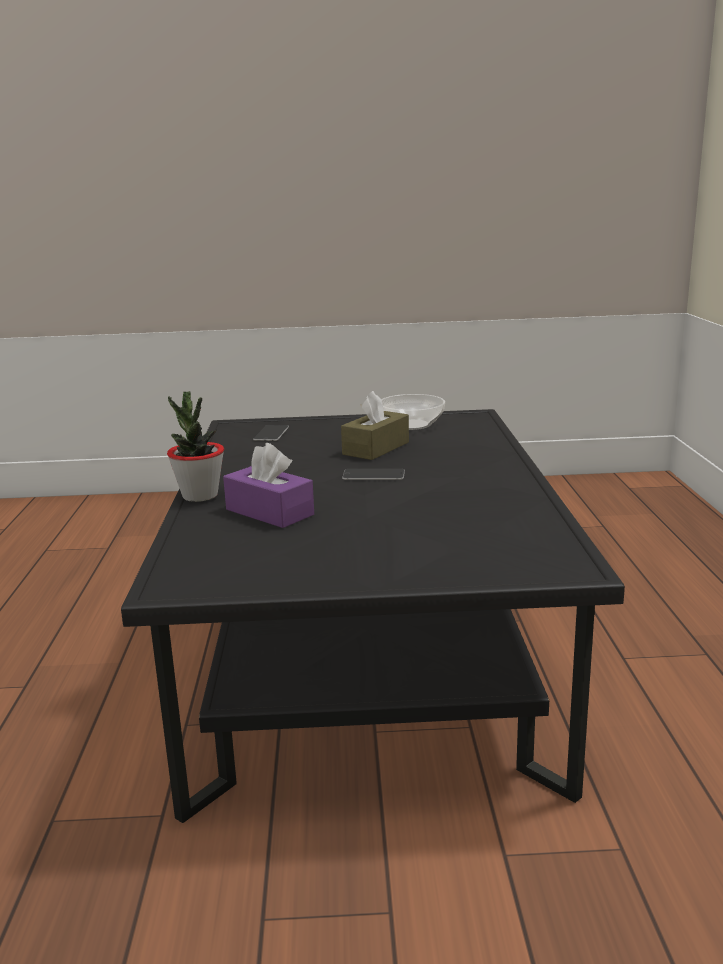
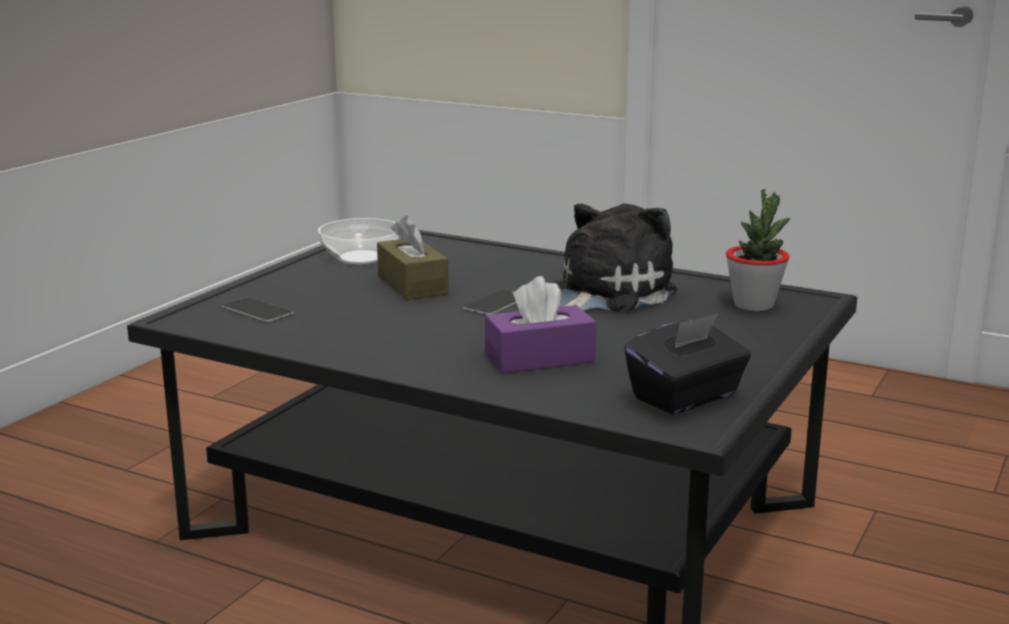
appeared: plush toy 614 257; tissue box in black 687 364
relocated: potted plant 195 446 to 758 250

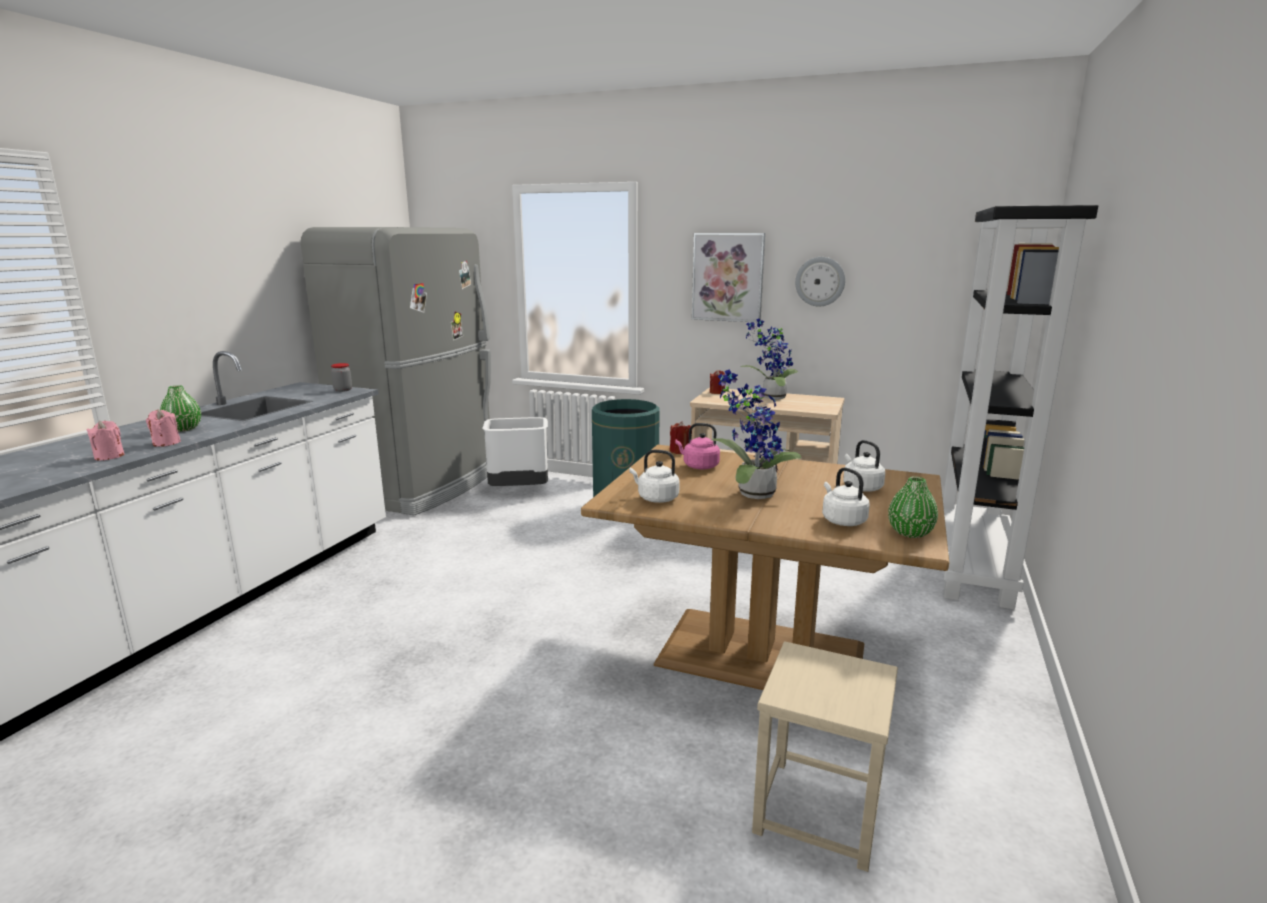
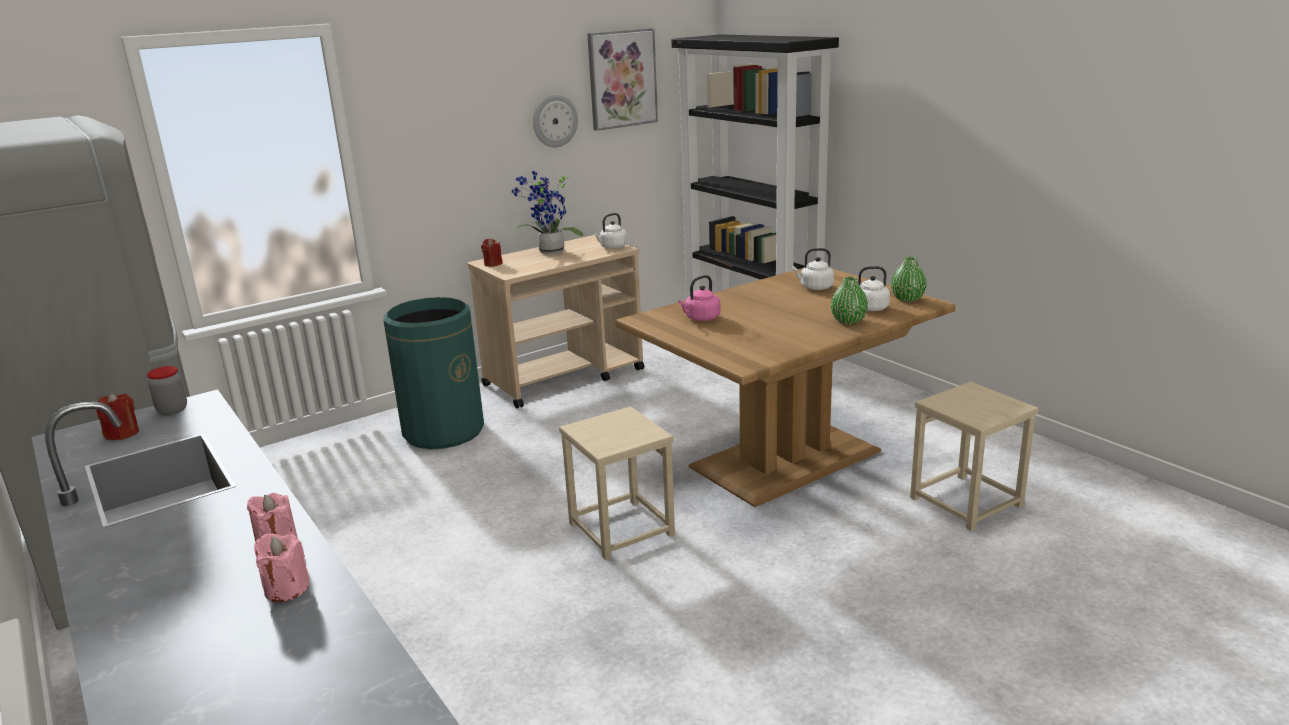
missing: potted plant 756 434; trash can in white 515 451
appeared: stool in beige 617 483
relocated: picture 728 277 to 622 79; vase in green 180 408 to 849 300; candle in red 680 437 to 117 416; kettle in white 654 476 to 610 231

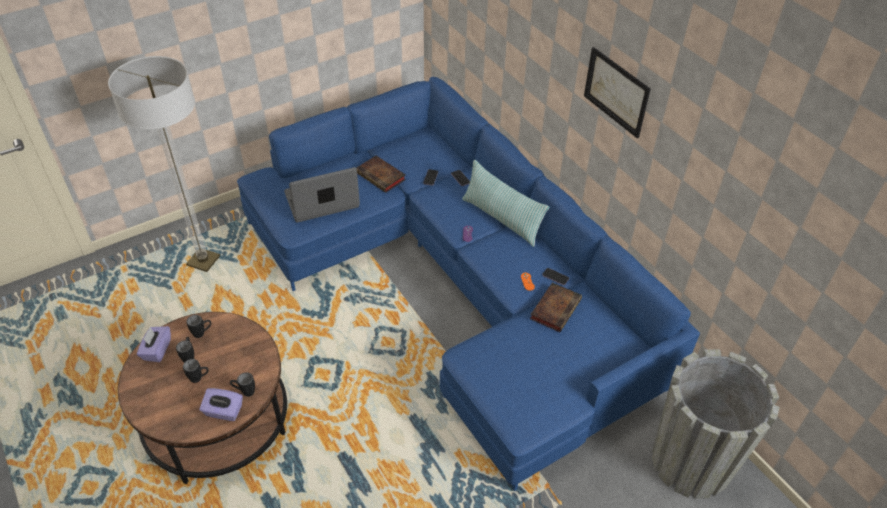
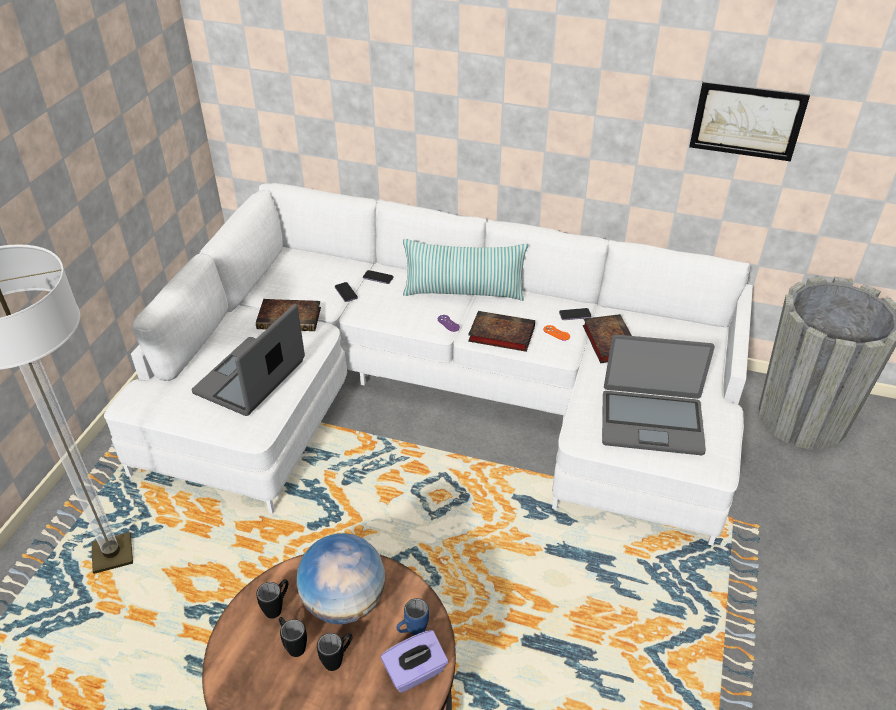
missing: tissue box in purple 154 344
appeared: book 501 331; laptop 658 395; globe 341 578
relocated: picture 617 92 to 749 121
colour: sofa in blue 468 284 to sofa in white 428 364; mug in black 242 384 to mug in blue 413 616

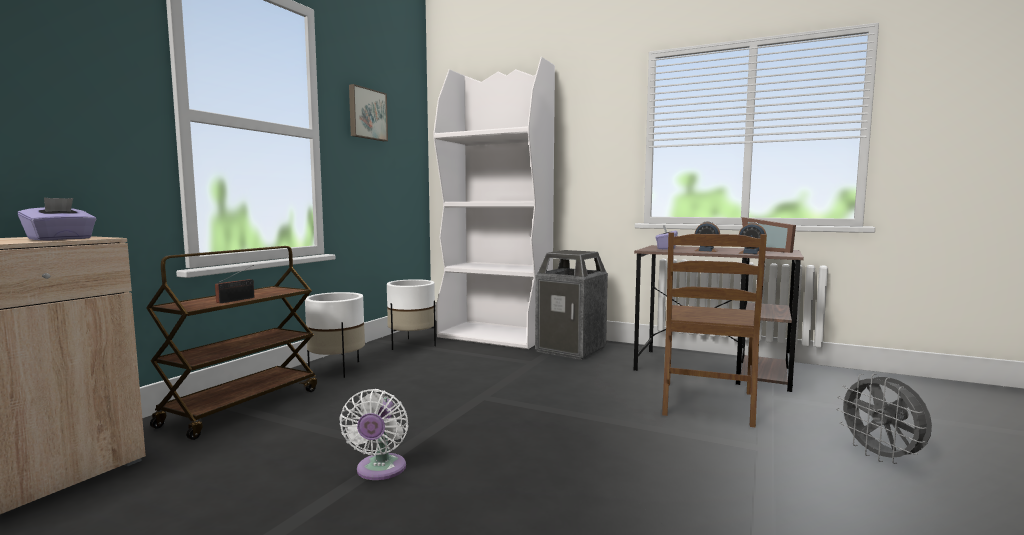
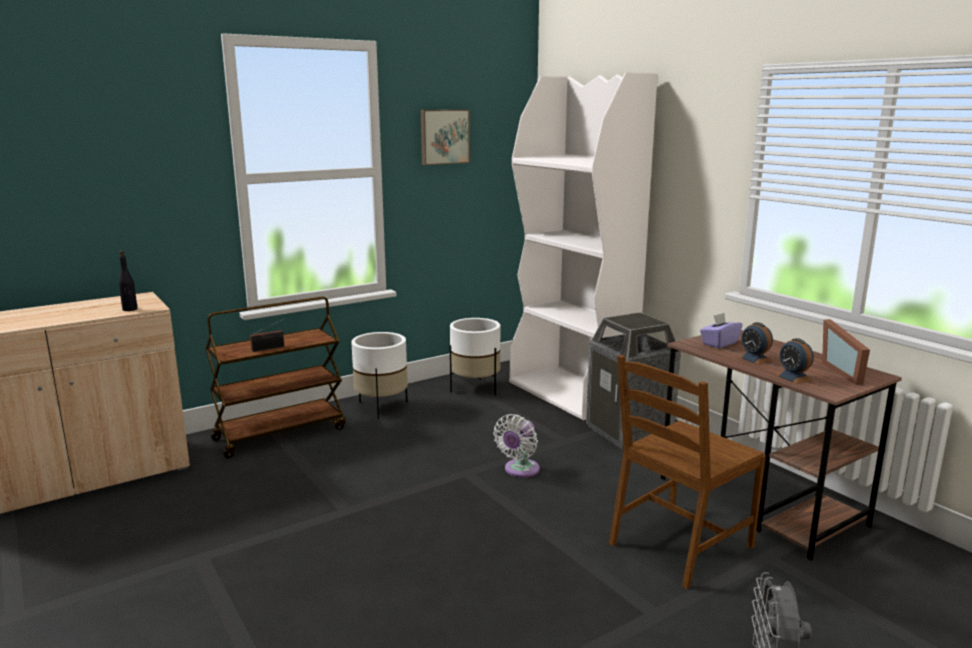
relocated: fan in white 374 434 to 516 445
exchanged: tissue box in purple 57 218 to bottle in black 128 281

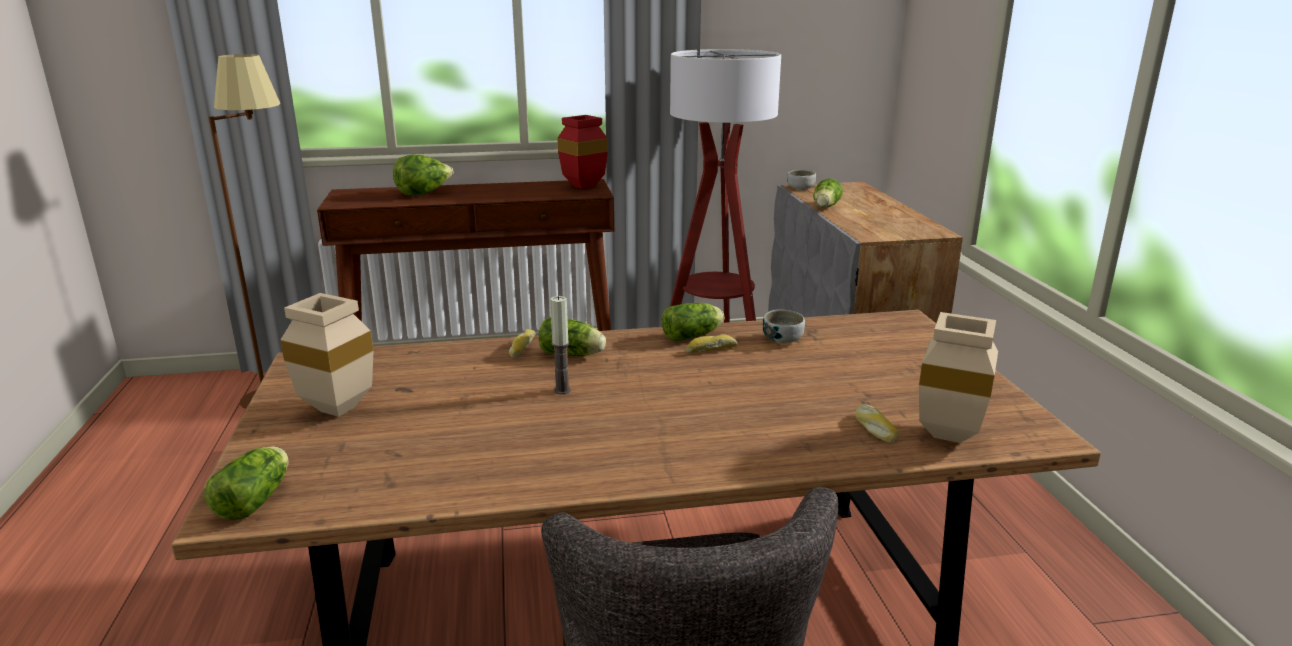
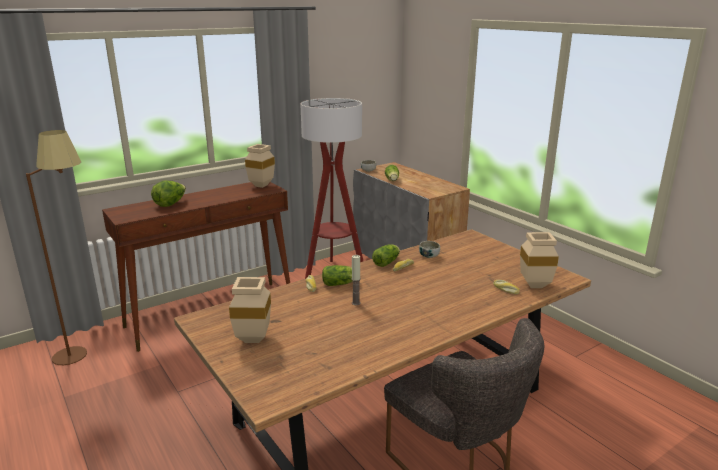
missing: lettuce 246 483
colour: vase in red 582 152 to vase in beige 260 166

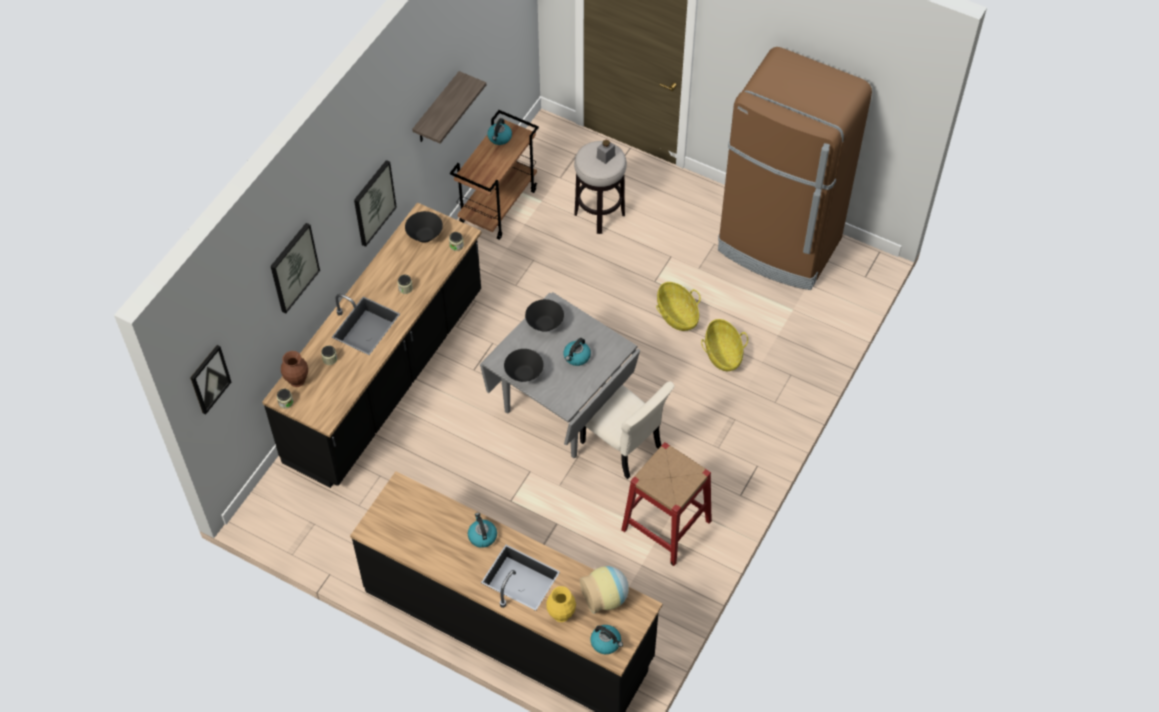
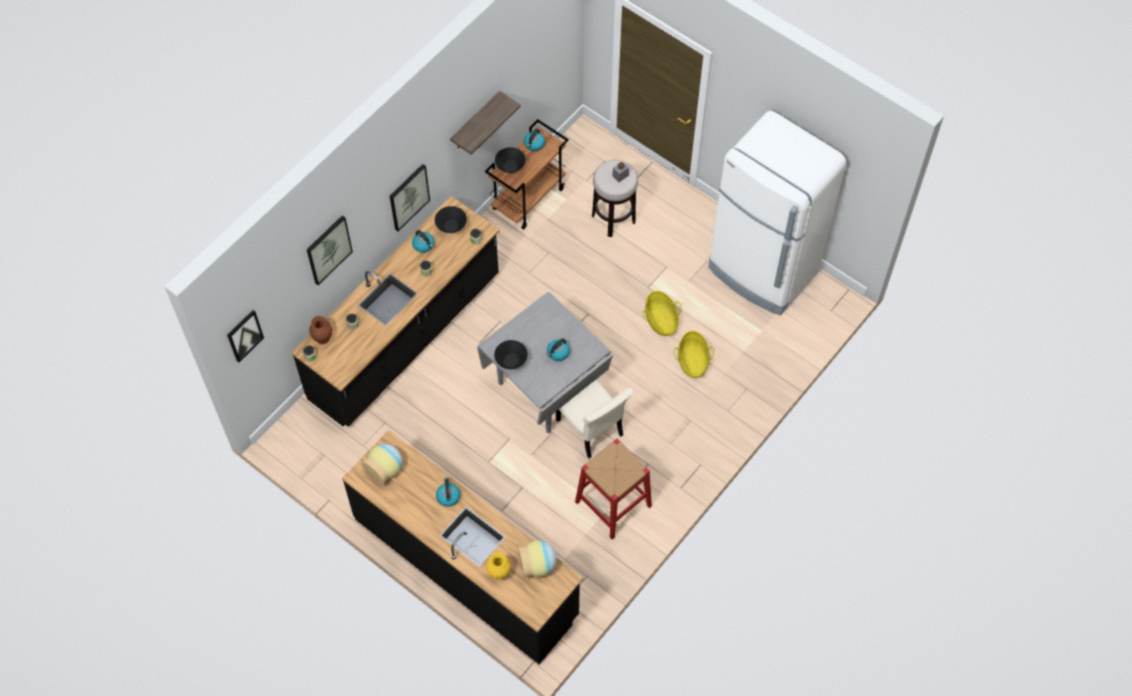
appeared: vase 382 464
relocated: bowl in black 544 315 to 510 160; kettle 606 639 to 423 241
colour: fridge in brown 795 168 to fridge in white 777 213

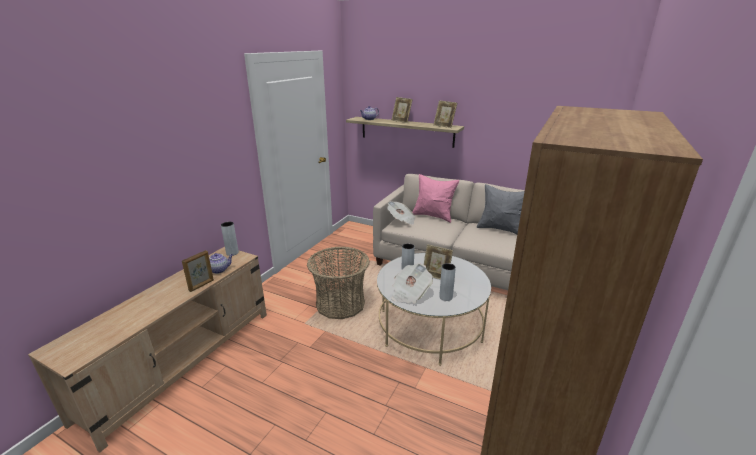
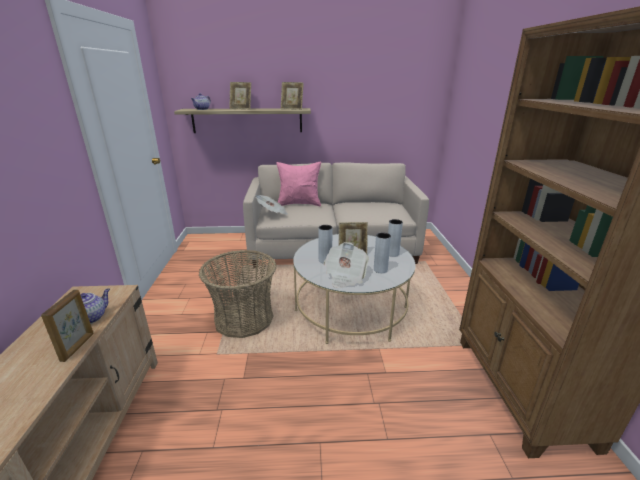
missing: pillow in grey 501 209
relocated: vase in grey 230 239 to 395 238

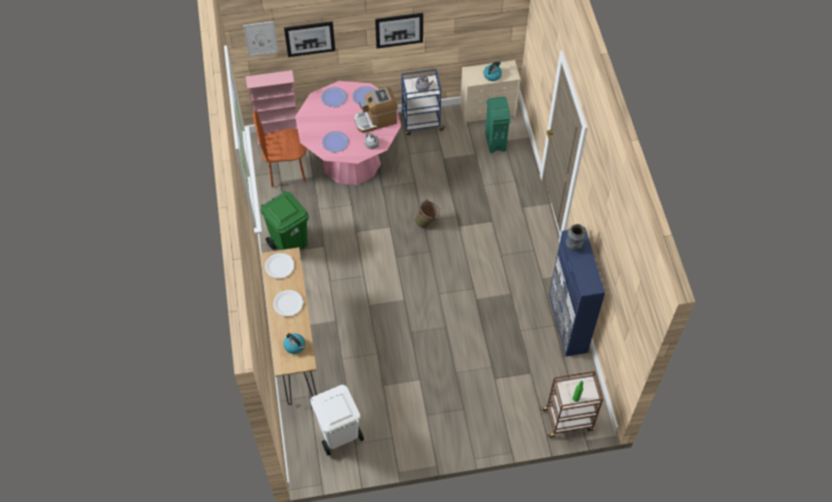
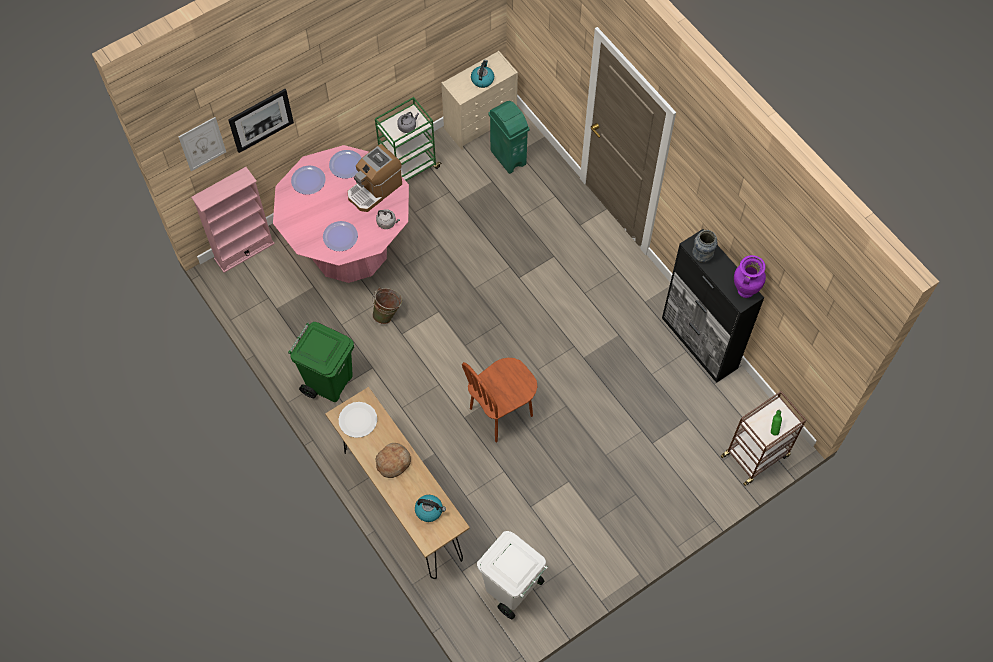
missing: picture 399 30
appeared: vase in purple 750 276
relocated: chair in brown 280 149 to 500 400; bucket in green 427 214 to 387 305
exchanged: plate in white 288 303 to bread 393 460
colour: cart in blue 423 102 to cart in green 408 139; cabinet in blue 577 292 to cabinet in black 713 306

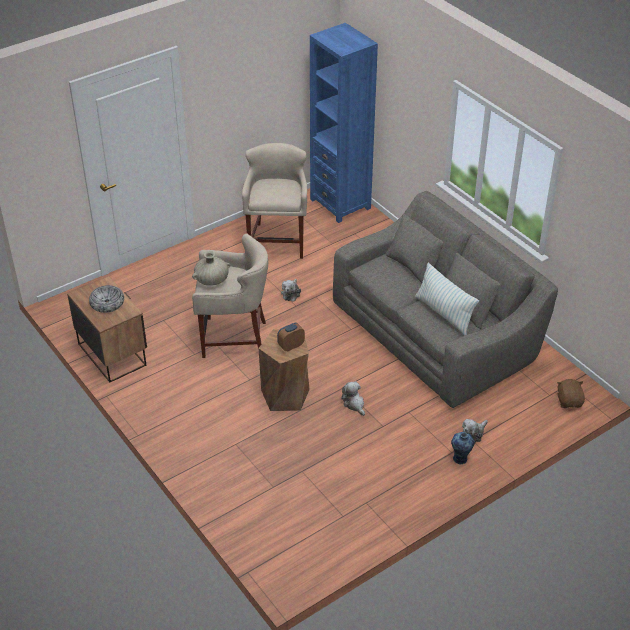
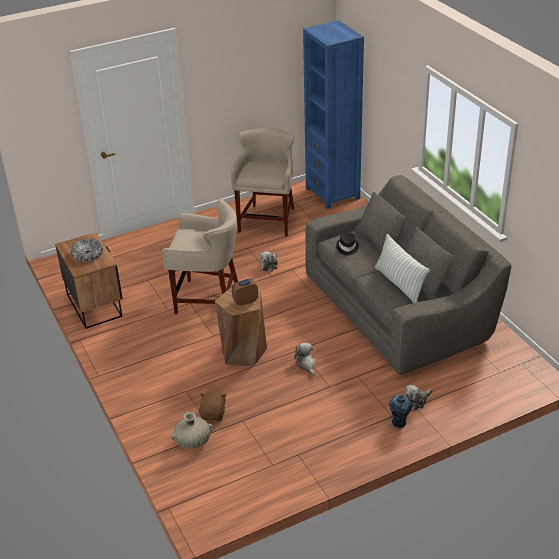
appeared: hat in black 347 244
relocated: vase in beige 211 268 to 192 430; plush toy in brown 571 393 to 213 406

